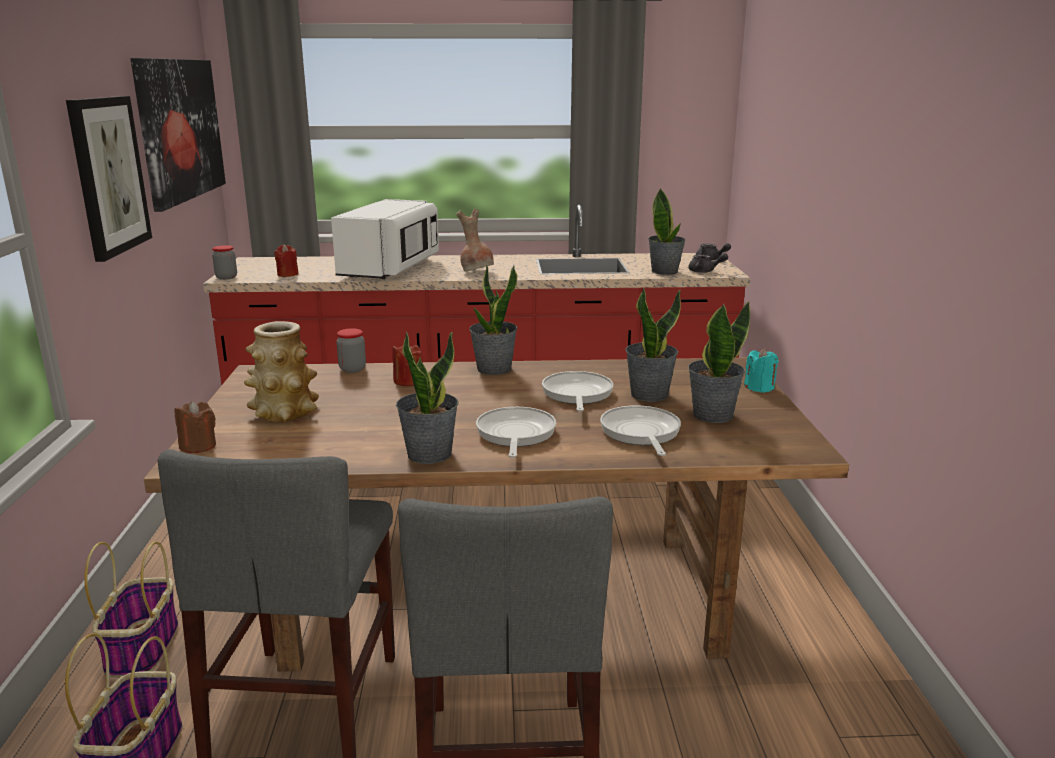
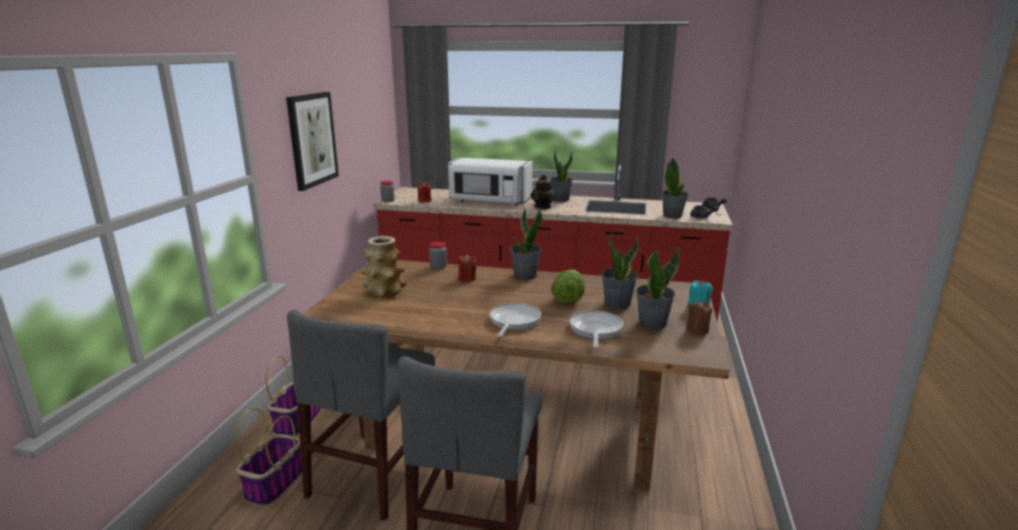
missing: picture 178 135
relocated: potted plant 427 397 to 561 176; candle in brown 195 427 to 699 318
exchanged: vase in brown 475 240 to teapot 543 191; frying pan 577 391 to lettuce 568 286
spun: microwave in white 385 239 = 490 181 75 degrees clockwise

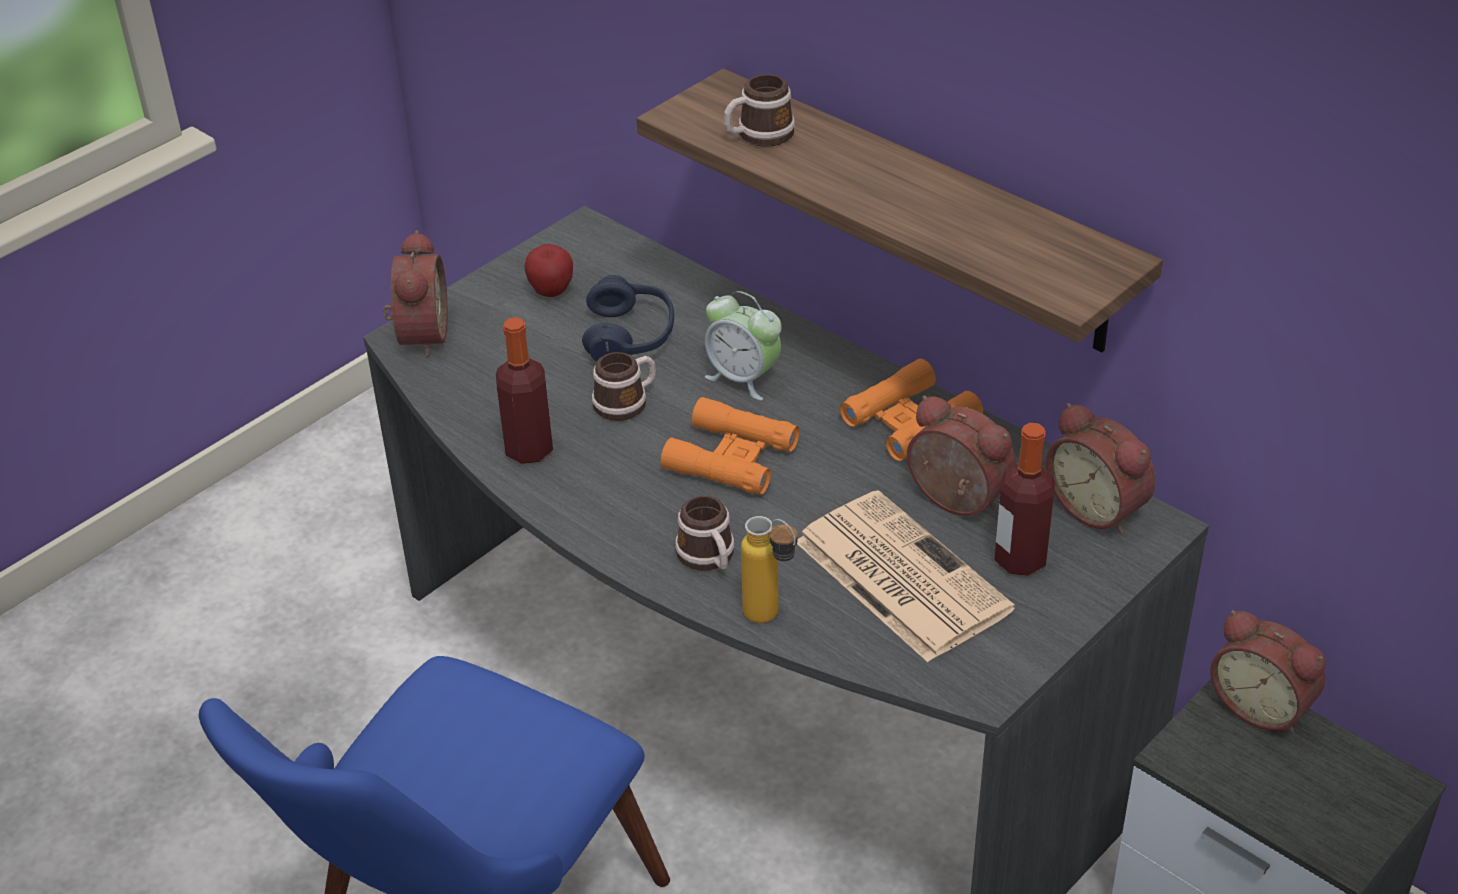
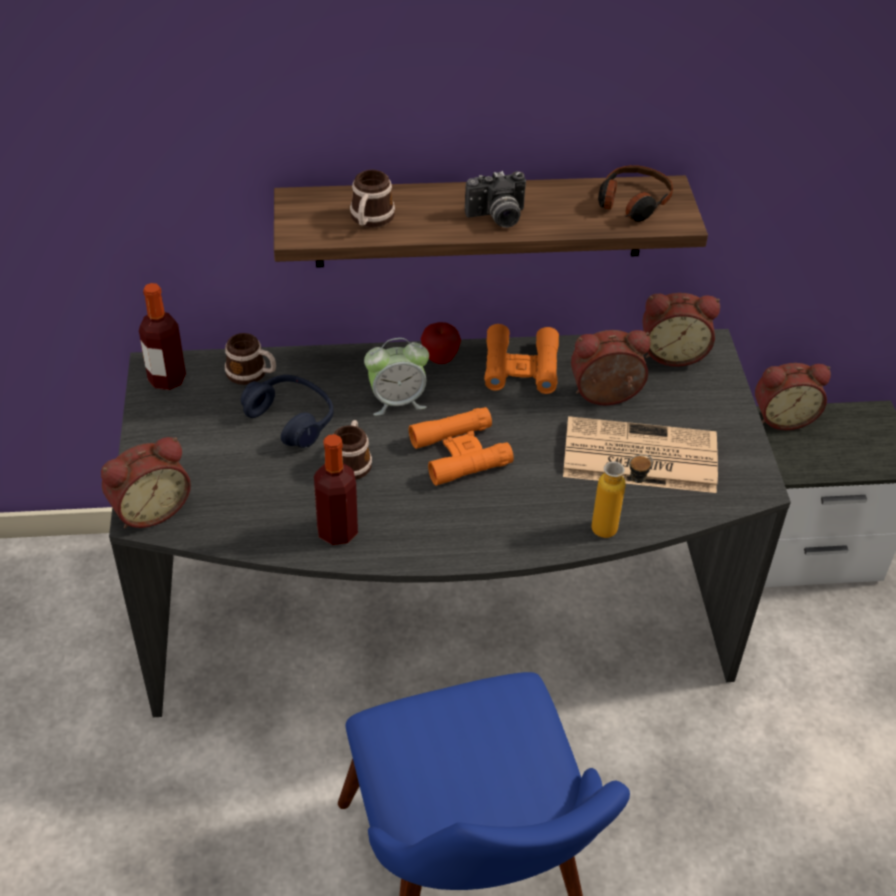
appeared: headphones 635 193; photo camera 495 199
relocated: apple 548 270 to 440 343; bottle 1024 499 to 162 336; mug 704 533 to 250 359
spun: alarm clock 415 293 = 146 482 105 degrees clockwise

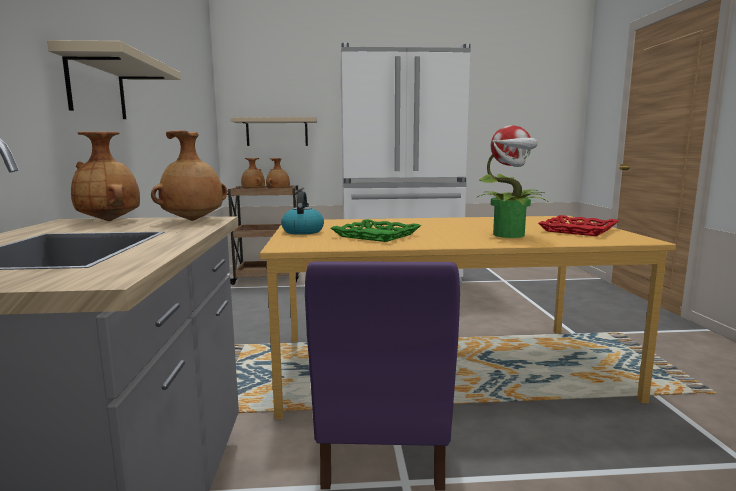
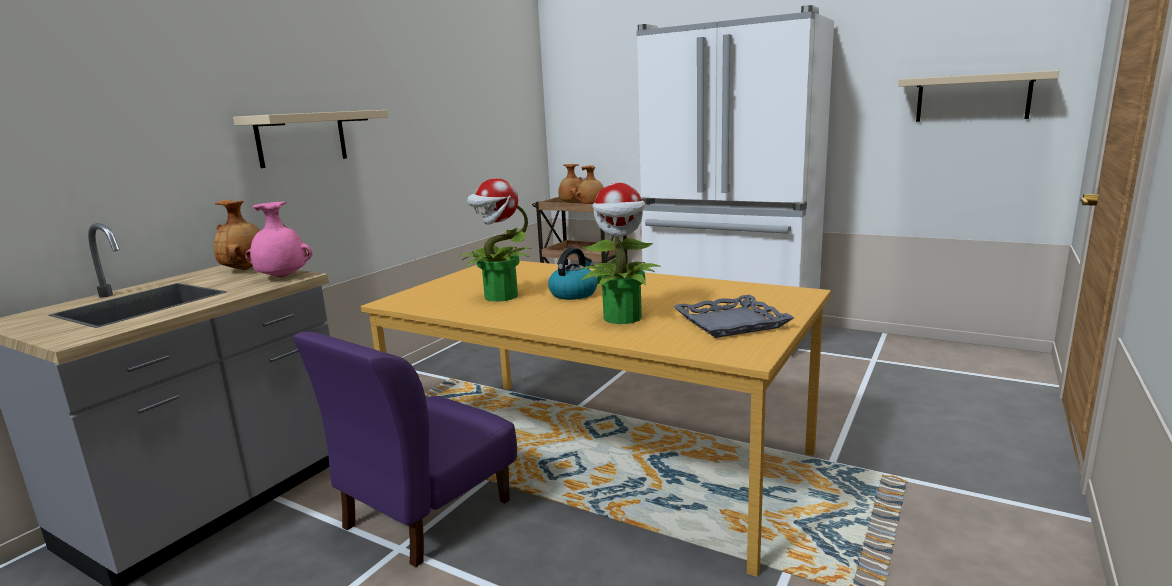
relocated: shelf in beige 274 131 to 978 96; kettle 302 213 to 573 274
exchanged: tray in green 376 230 to potted plant 496 240
colour: vase in brown 189 175 to vase in pink 279 240; tray in red 578 225 to tray in grey 733 316

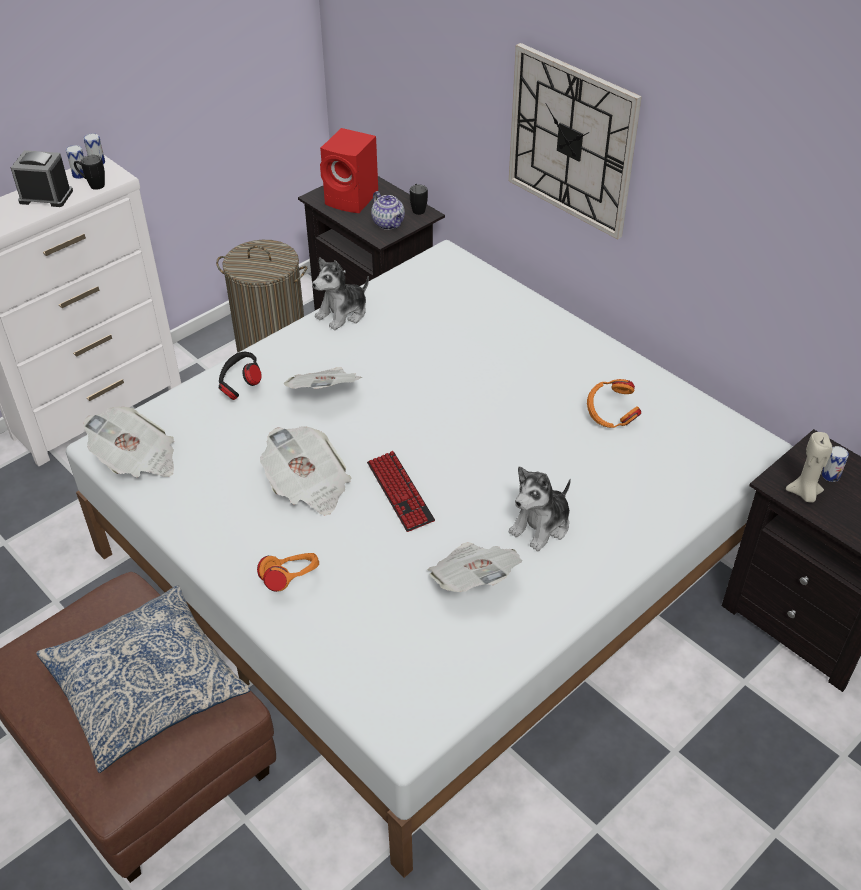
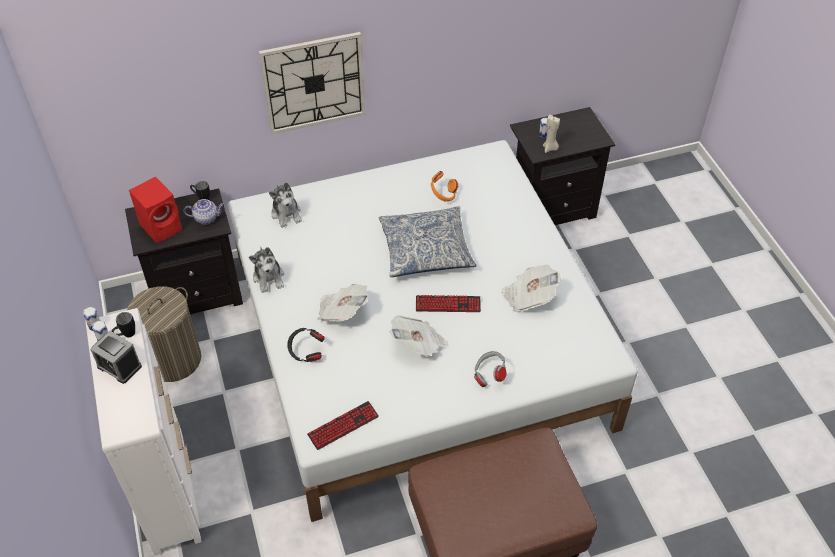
relocated: plush toy 540 508 to 285 205; pillow 143 679 to 427 241
exchanged: newspaper 128 442 to keyboard 343 425
colour: headphones in orange 288 572 to headphones in grey 490 369
spun: alarm clock 42 178 = 116 357 90 degrees counterclockwise

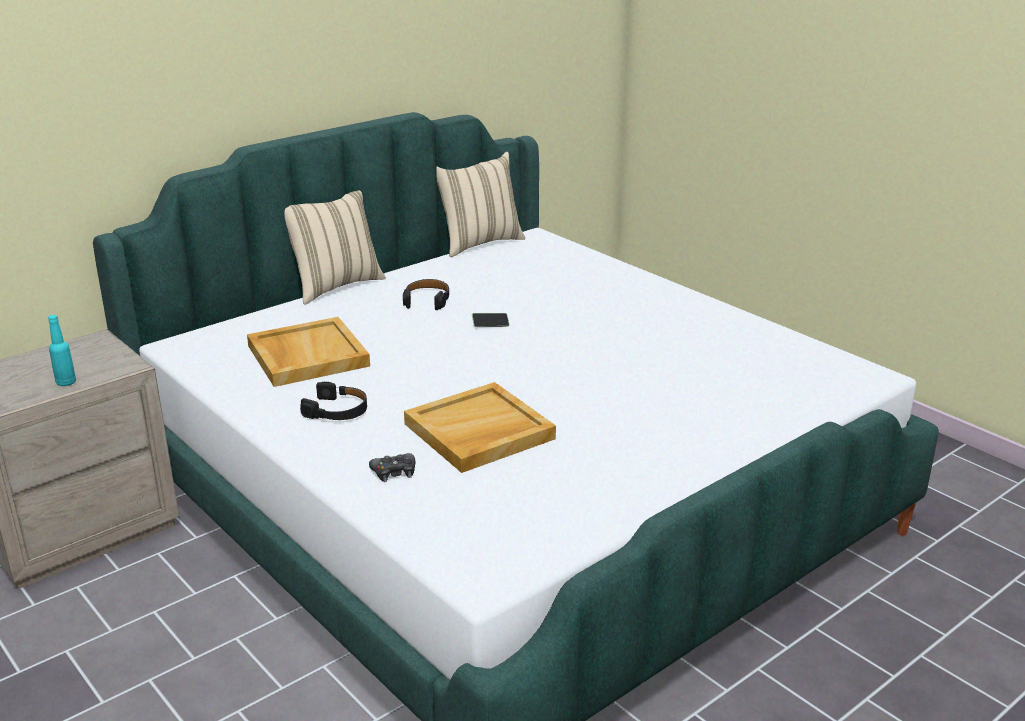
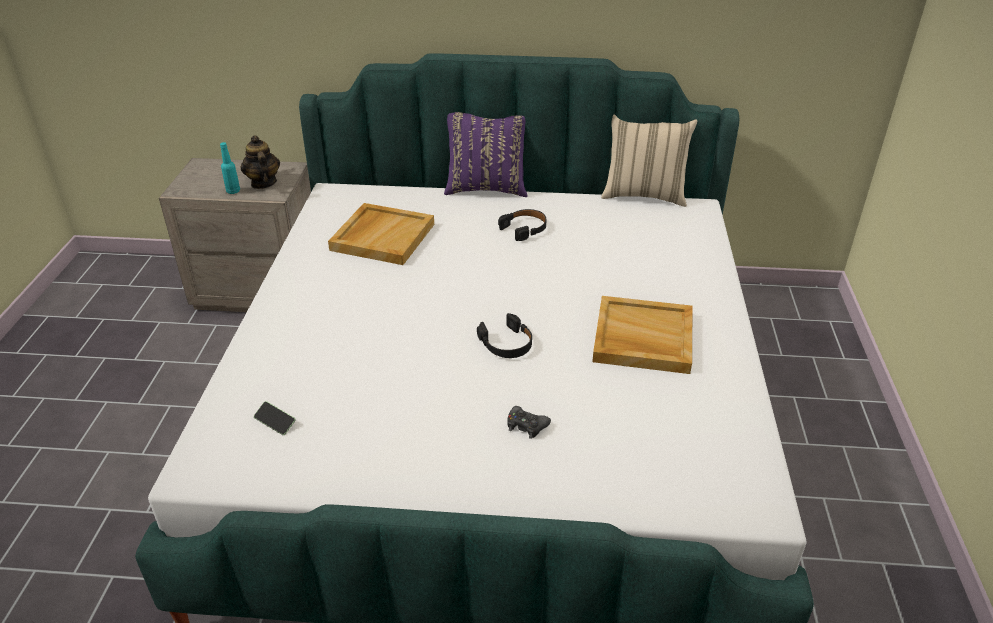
appeared: teapot 260 162
relocated: phone 490 320 to 275 418; headphones in black 333 401 to 504 335; tray in beige 480 427 to 642 335; game controller in black 392 467 to 529 422
colour: pillow in beige 335 247 to pillow in purple 486 154

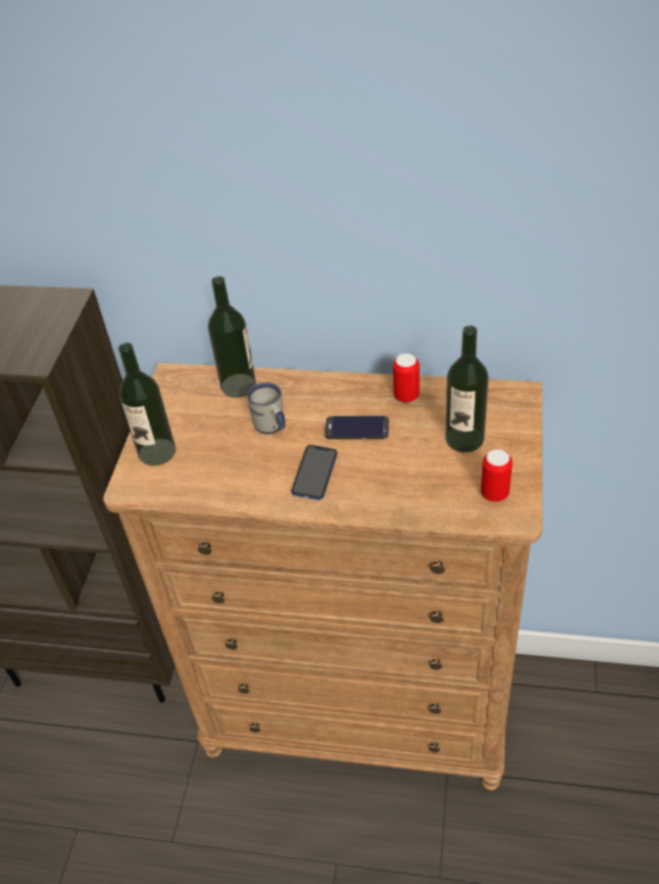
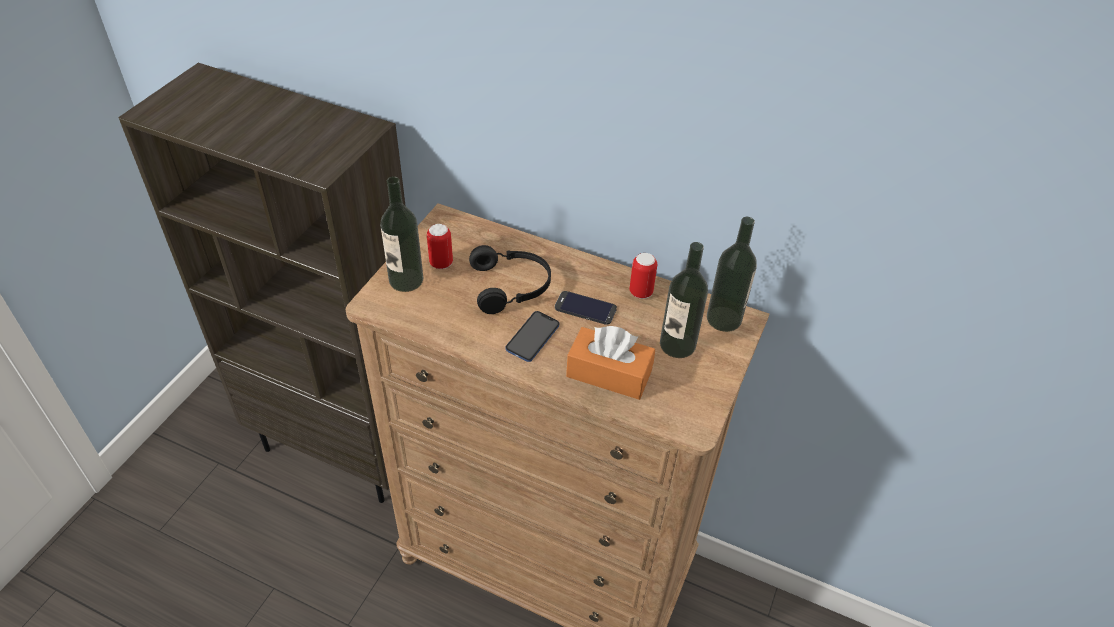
appeared: tissue box in orange 610 363
relocated: bottle 232 337 to 732 274; can 497 475 to 440 246
exchanged: mug in white 266 408 to headphones in black 510 279

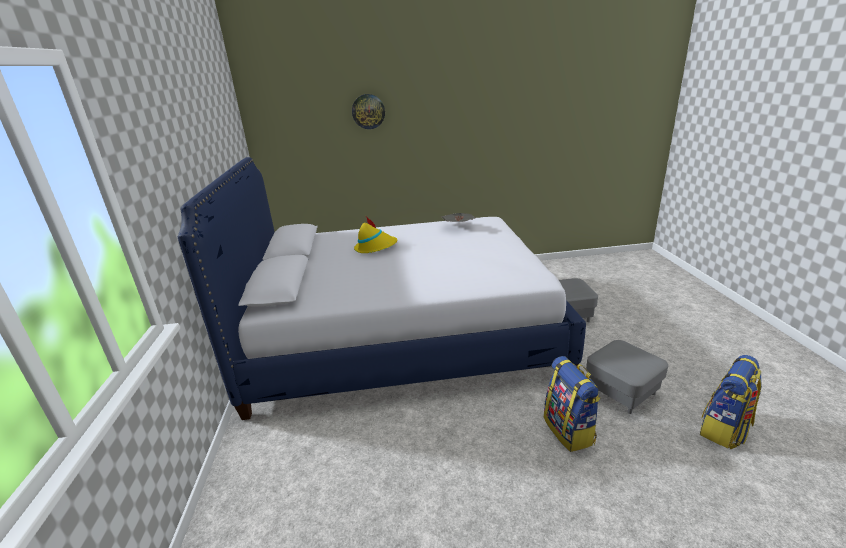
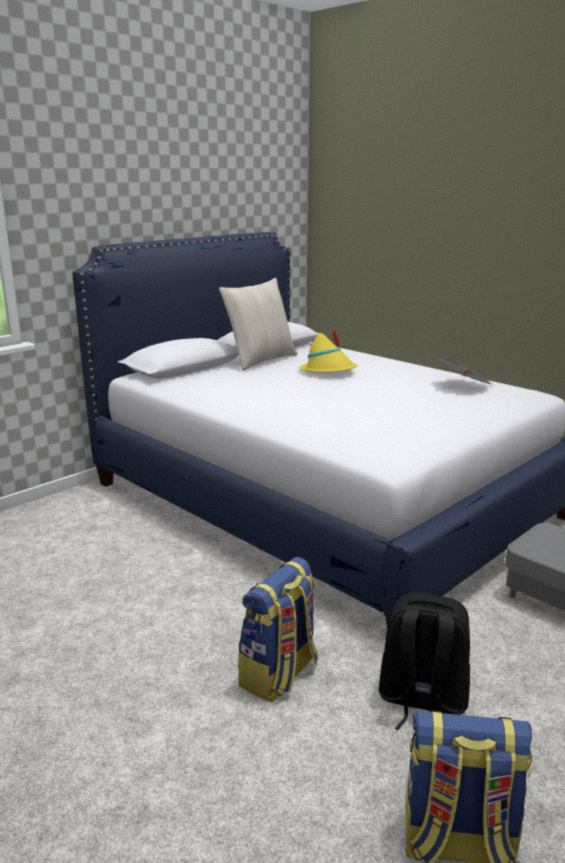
missing: wall clock 368 111
appeared: pillow in beige 258 324
exchanged: ottoman in grey 627 377 to backpack in black 424 661

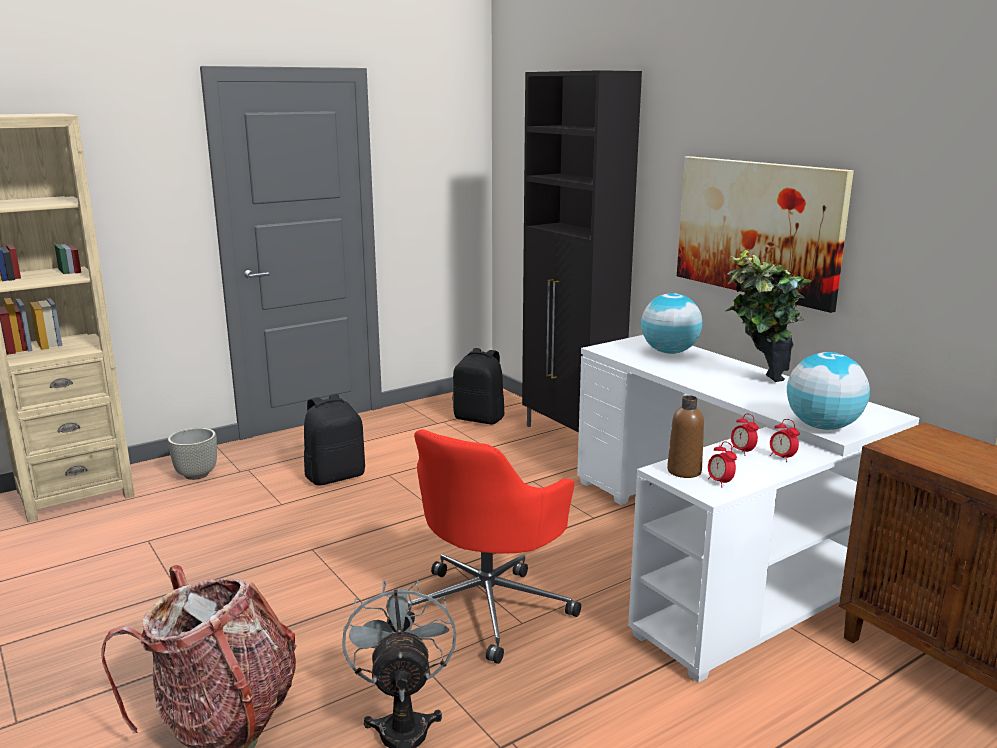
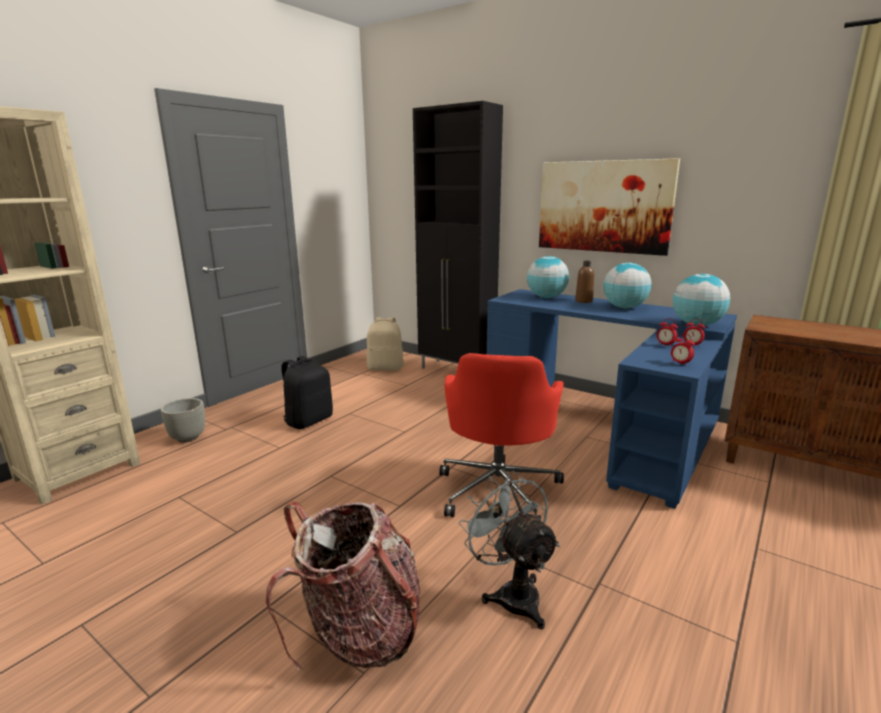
relocated: bottle in brown 685 436 to 584 282
exchanged: potted plant 768 316 to globe 627 285
colour: desk in white 748 509 to desk in blue 612 399; backpack in black 479 386 to backpack in beige 385 344

